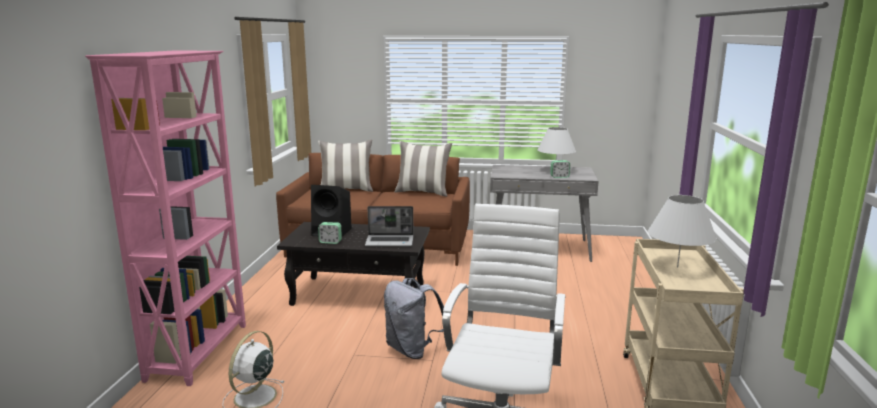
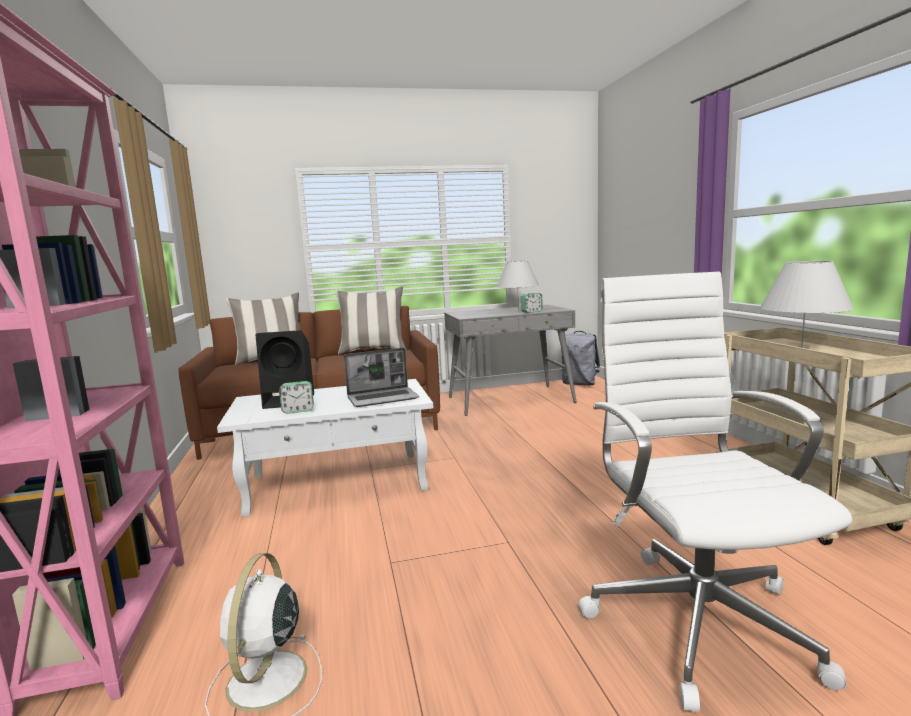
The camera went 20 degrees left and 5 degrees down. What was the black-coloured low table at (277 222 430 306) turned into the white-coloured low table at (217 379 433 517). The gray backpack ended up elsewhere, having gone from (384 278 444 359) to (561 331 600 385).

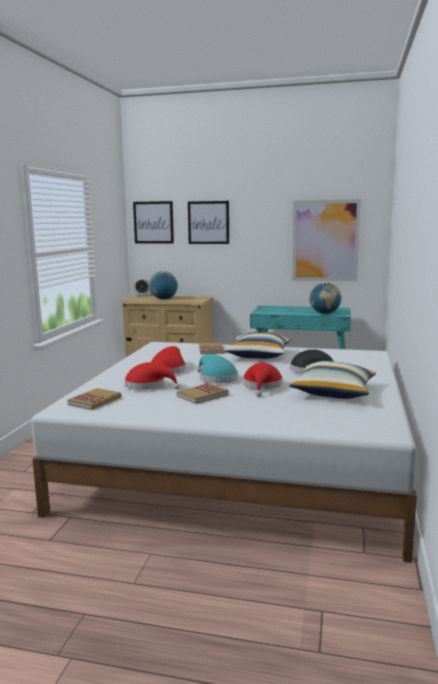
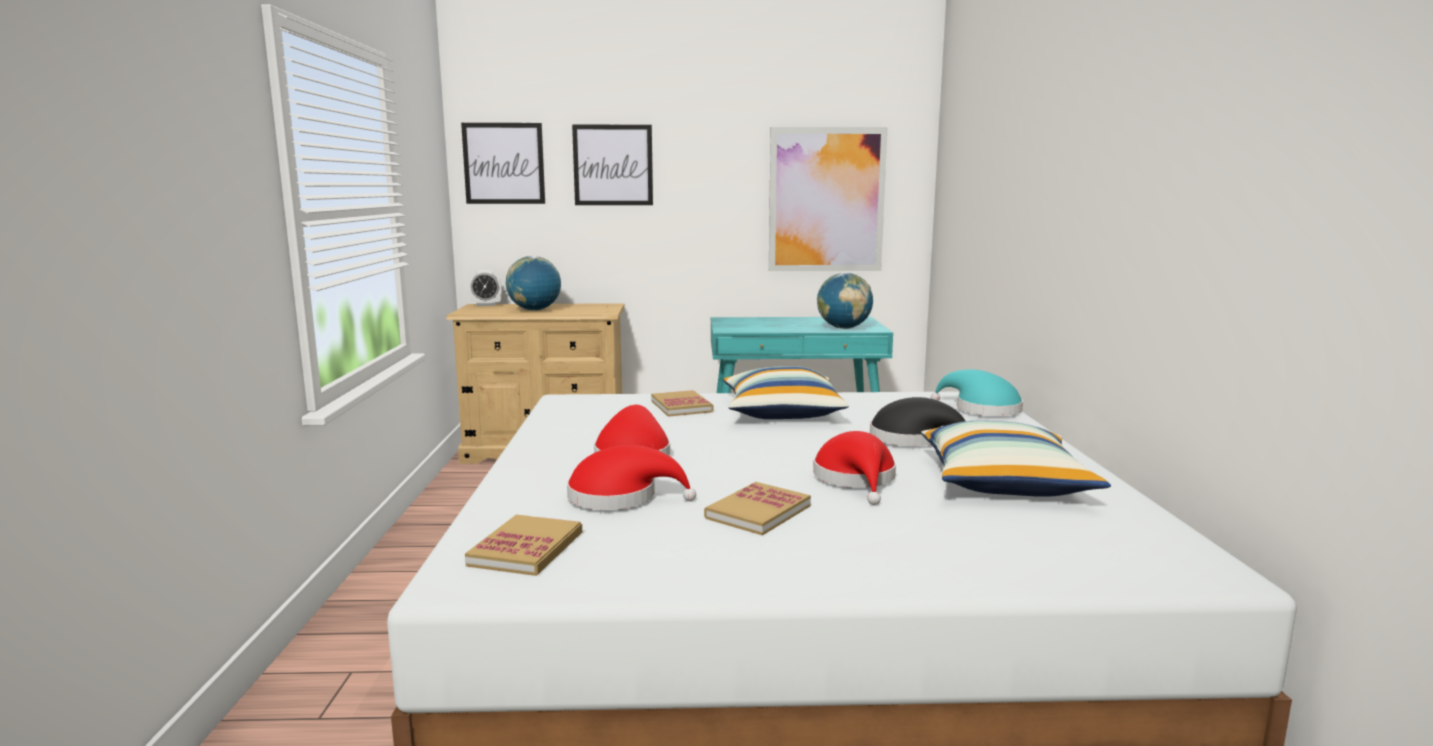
The camera went 15 degrees left and 0 degrees up. The turquoise hat ended up elsewhere, having gone from (197 354 238 384) to (931 369 1023 416).

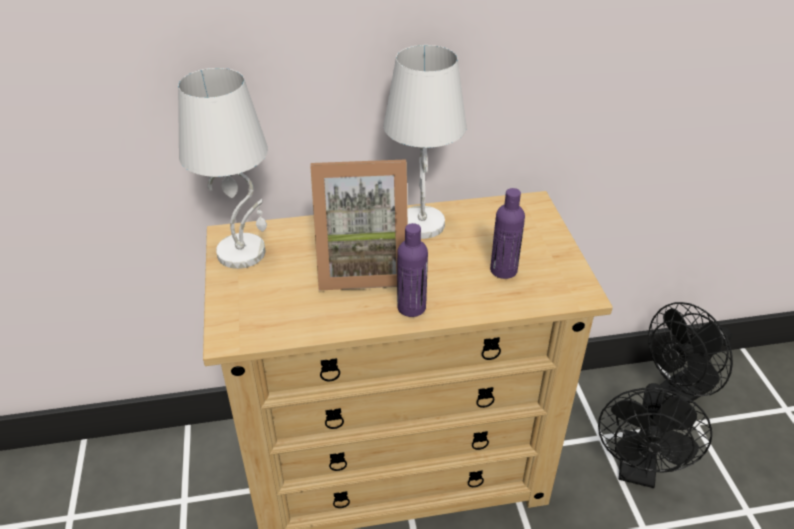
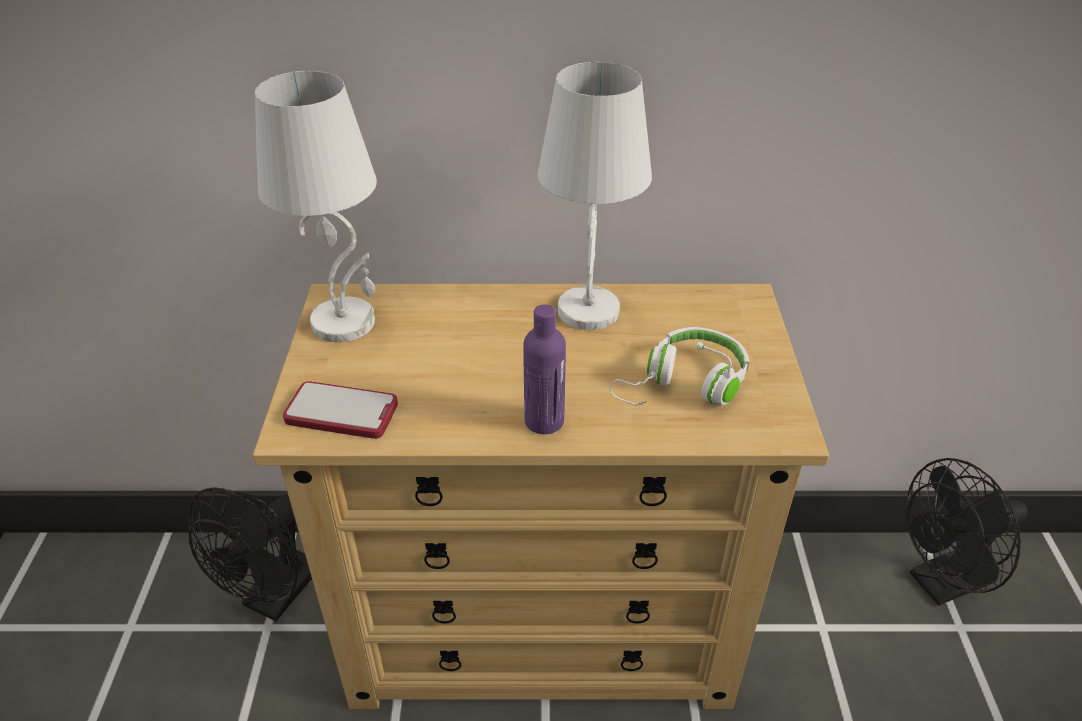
The camera went 10 degrees right and 0 degrees up. The second view lost the photo frame at (310 159 408 291). Where the purple bottle stood at (490 188 525 279), the white-coloured headphones came to stand at (610 327 749 406). The black-coloured fan ended up elsewhere, having gone from (598 383 712 488) to (189 487 312 621). The second view gained the phone at (283 381 398 439).

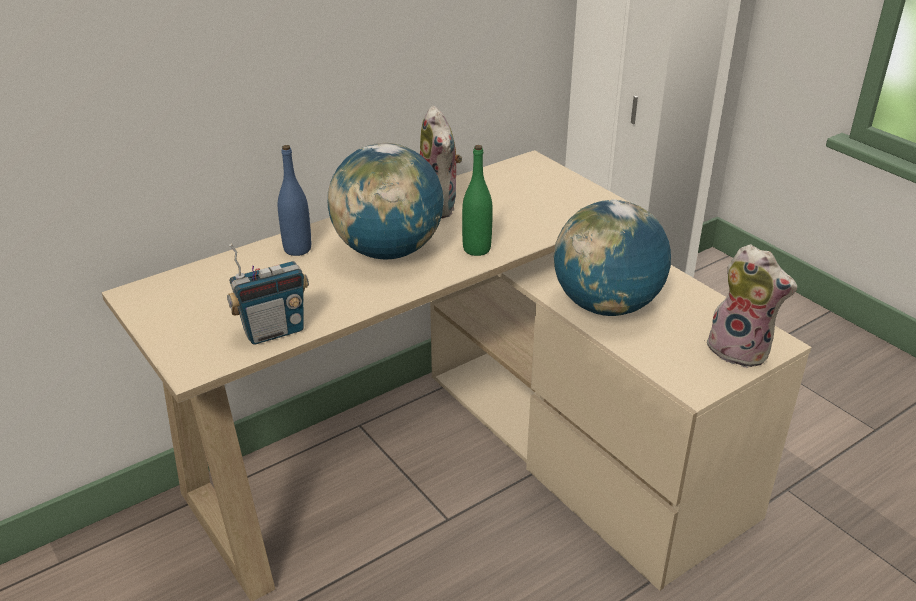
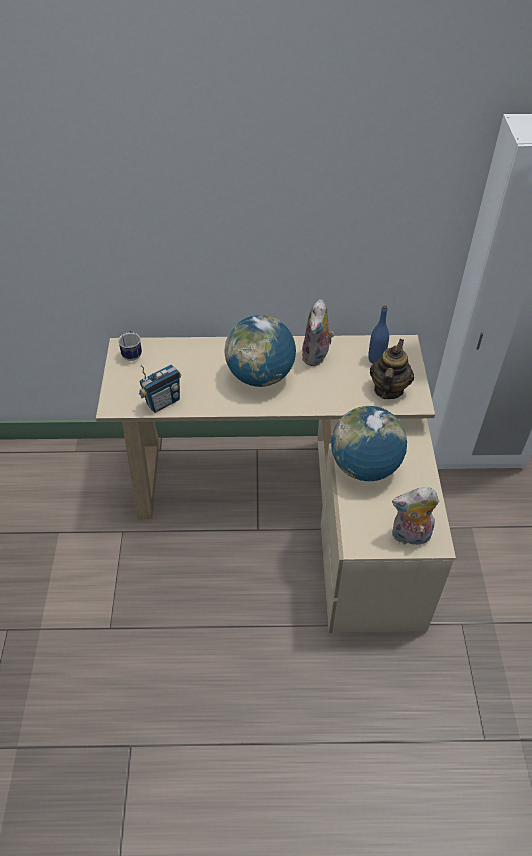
The camera went 35 degrees right and 15 degrees up. The radio receiver at (227 244 309 345) ended up facing another way, 45 degrees counterclockwise from before. The bluish bottle ended up elsewhere, having gone from (278 145 311 256) to (368 305 389 364). The second view lost the green-coloured bottle at (462 145 493 256). The soft toy at (702 244 797 368) ended up facing another way, 105 degrees clockwise from before. The second view gained the coffee mug at (118 331 142 361). The second view gained the teapot at (370 339 414 399).

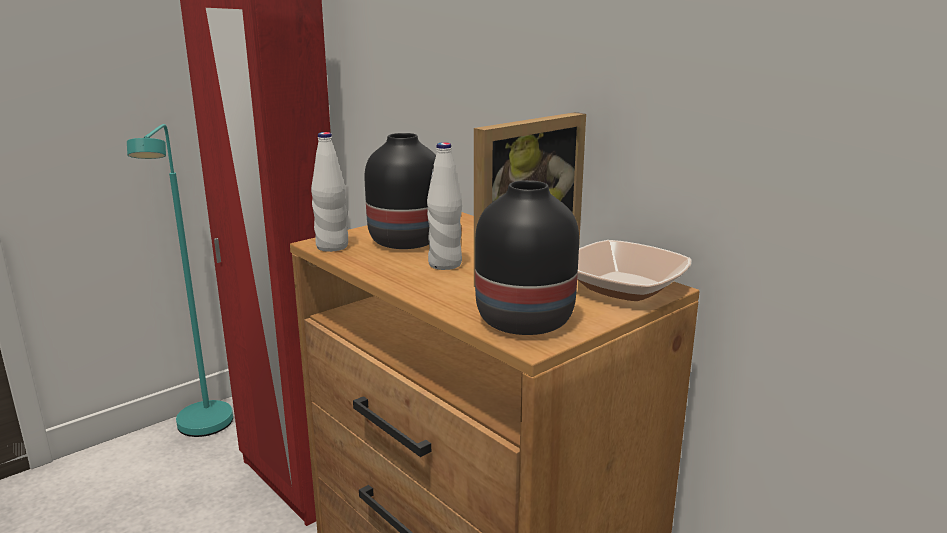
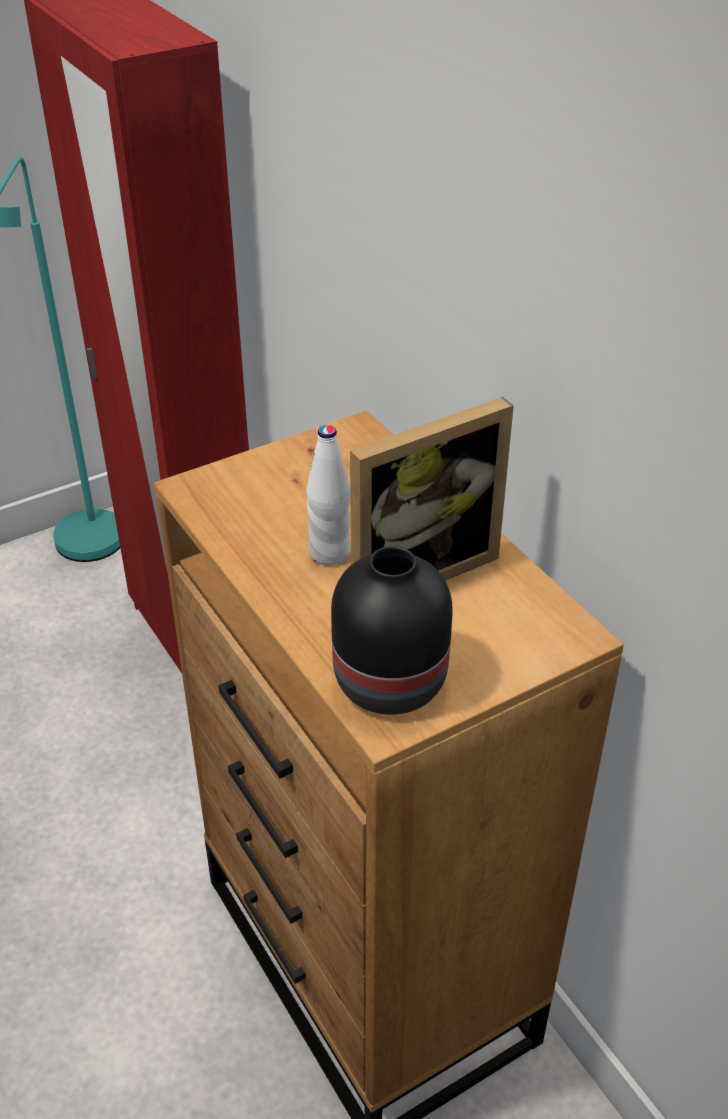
The camera went 10 degrees right and 20 degrees up. The second view lost the white-coloured bottle at (311 132 348 252). The second view lost the black-coloured vase at (365 133 436 249). The second view lost the deep dish at (577 240 691 301).

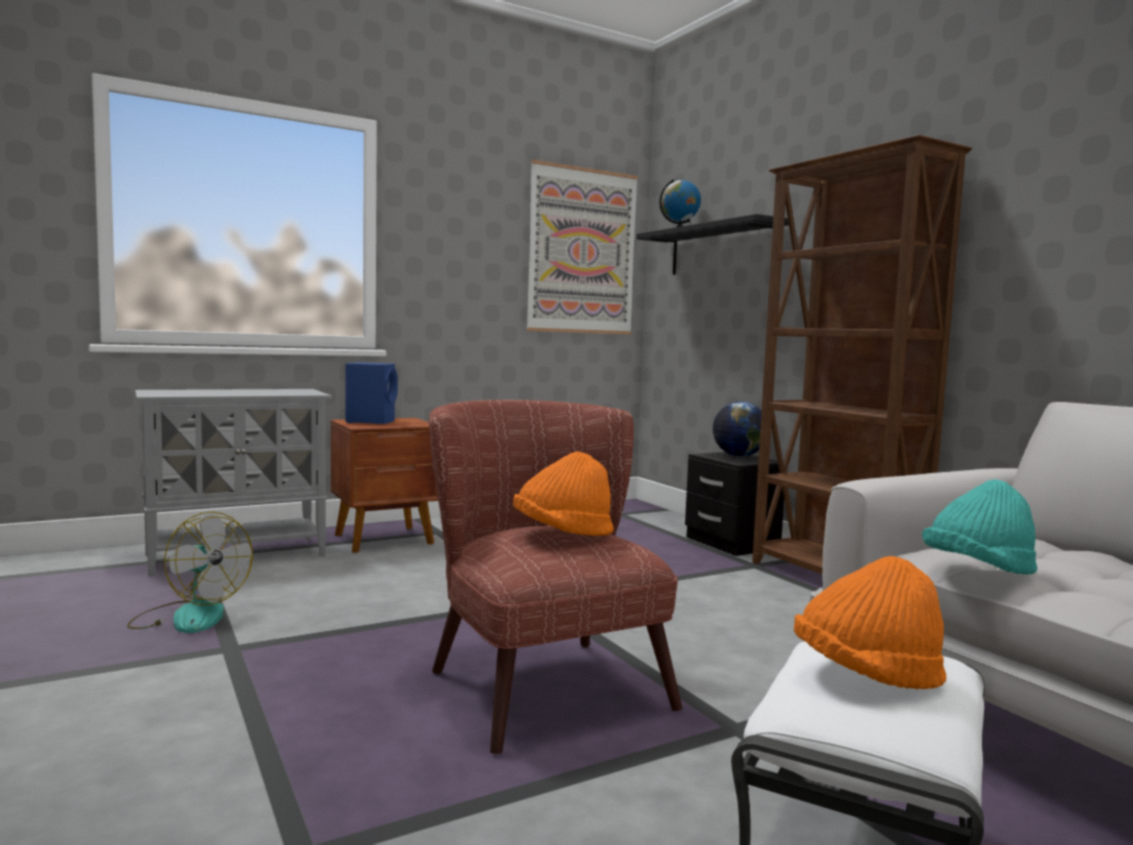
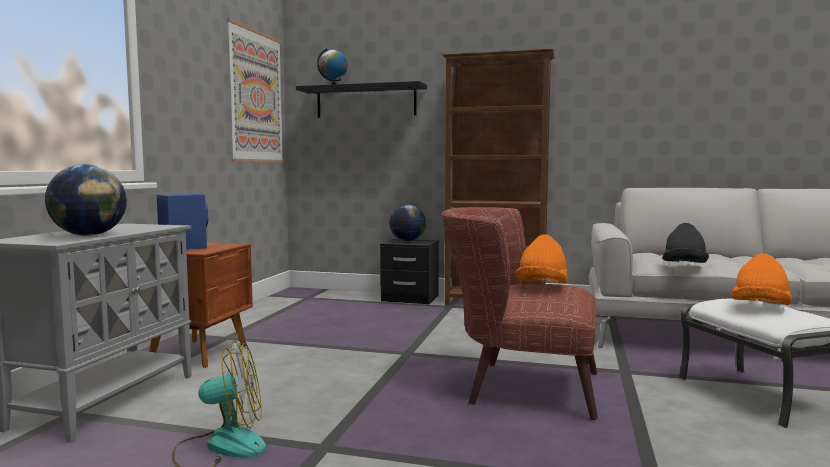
The camera went 45 degrees left and 0 degrees up. What was the turquoise hat at (922 479 1037 575) turned into the black-coloured hat at (662 223 709 263). The second view gained the desk globe at (45 164 127 236).

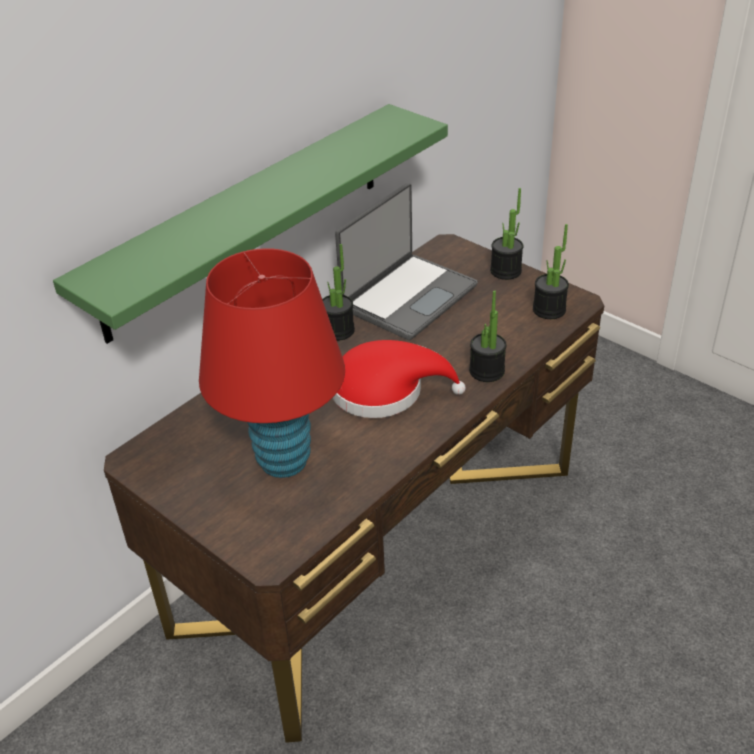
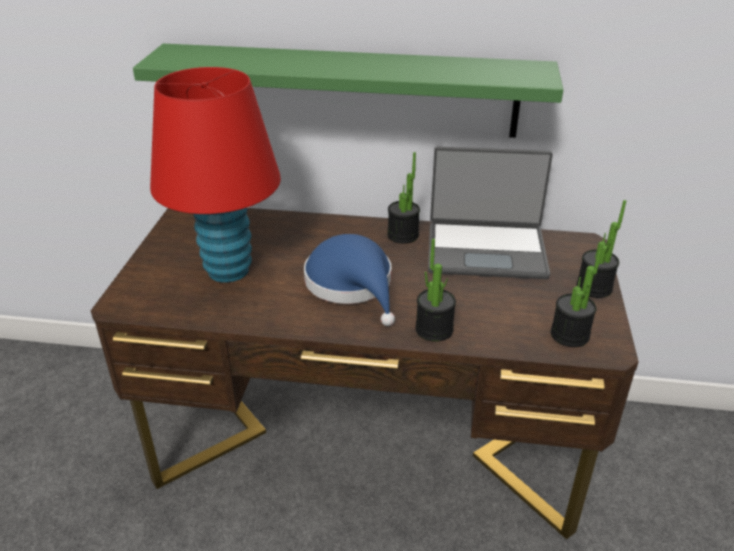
The camera went 55 degrees right and 5 degrees down. What was the reddish hat at (333 340 466 418) turned into the bluish hat at (304 234 395 326).

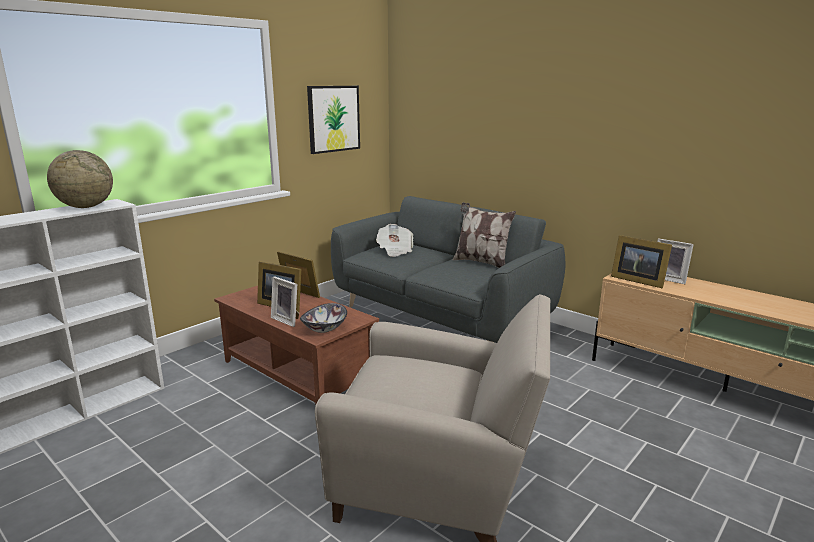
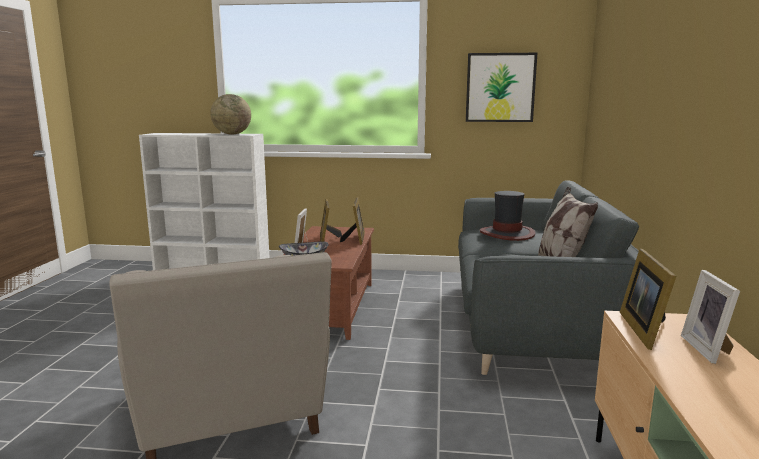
The camera went 55 degrees right and 5 degrees down. Where the daily paper stood at (376 224 413 257), the hat came to stand at (480 191 535 241).

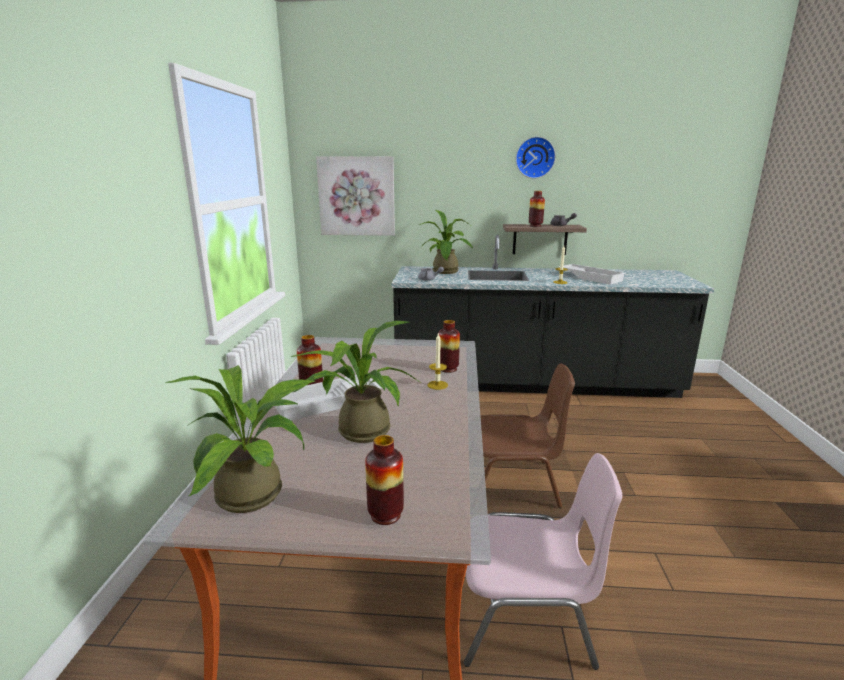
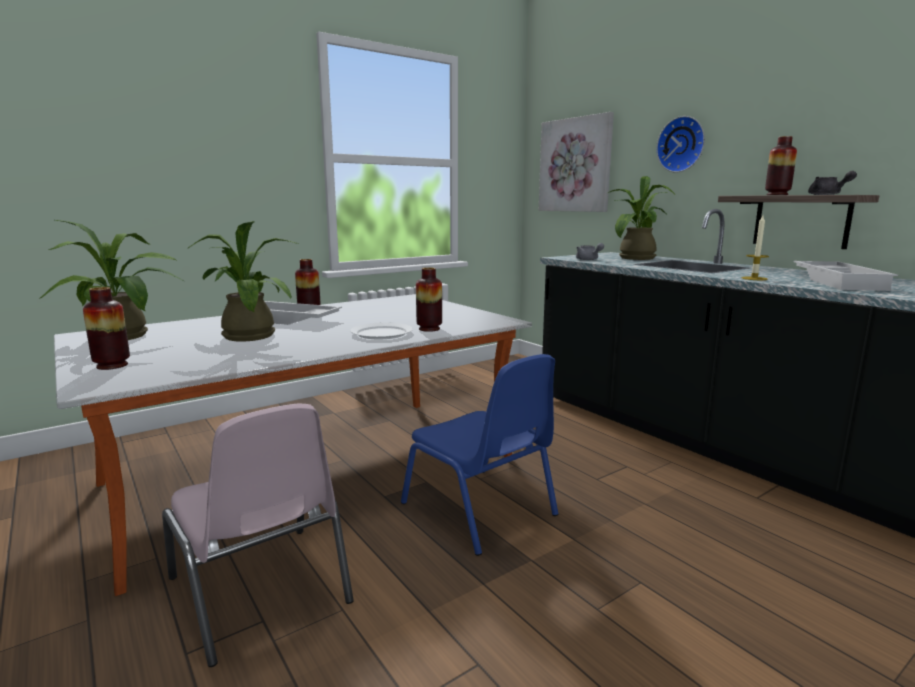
The camera went 50 degrees right and 5 degrees down. Where the candle stood at (428 334 448 390), the white-coloured dinner plate came to stand at (350 323 413 339). What was the brown-coloured plain chair at (481 363 575 508) turned into the bluish plain chair at (401 354 558 556). The clock on the wall ended up elsewhere, having gone from (516 137 556 179) to (656 116 705 173).

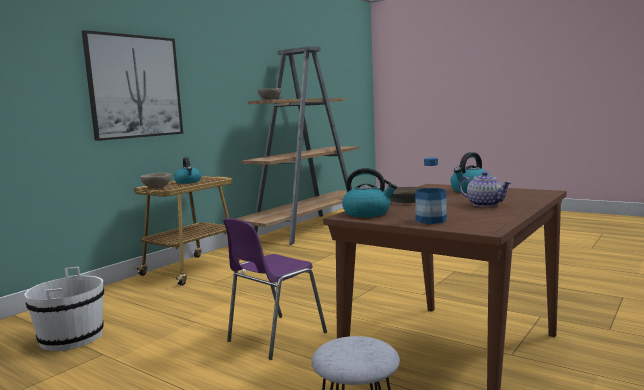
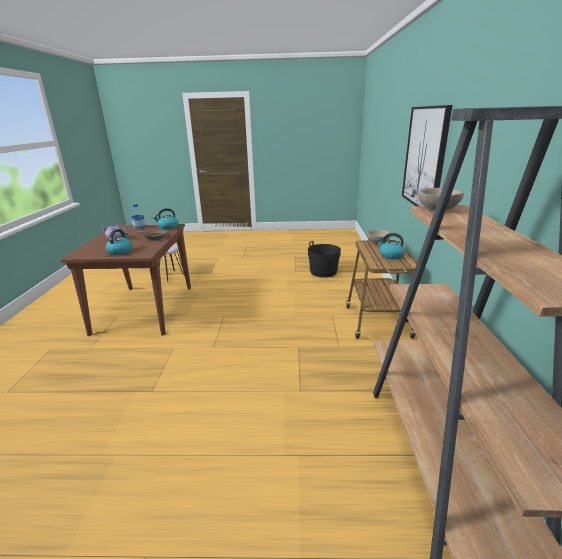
The camera went 145 degrees right and 15 degrees up. What was the white-coloured bucket at (24 267 104 351) turned into the black-coloured bucket at (308 241 341 277). The second view lost the purple plain chair at (223 218 327 360).

